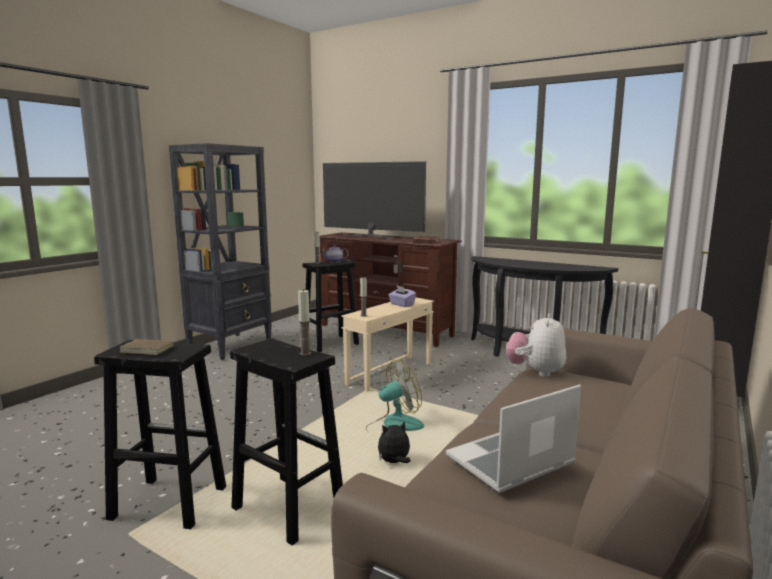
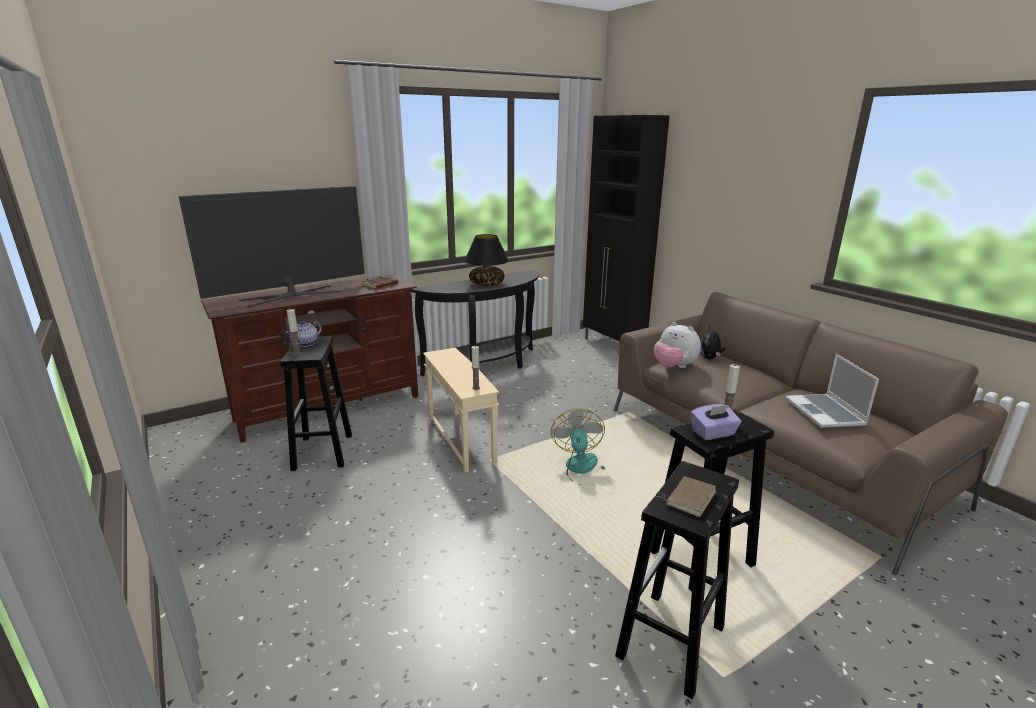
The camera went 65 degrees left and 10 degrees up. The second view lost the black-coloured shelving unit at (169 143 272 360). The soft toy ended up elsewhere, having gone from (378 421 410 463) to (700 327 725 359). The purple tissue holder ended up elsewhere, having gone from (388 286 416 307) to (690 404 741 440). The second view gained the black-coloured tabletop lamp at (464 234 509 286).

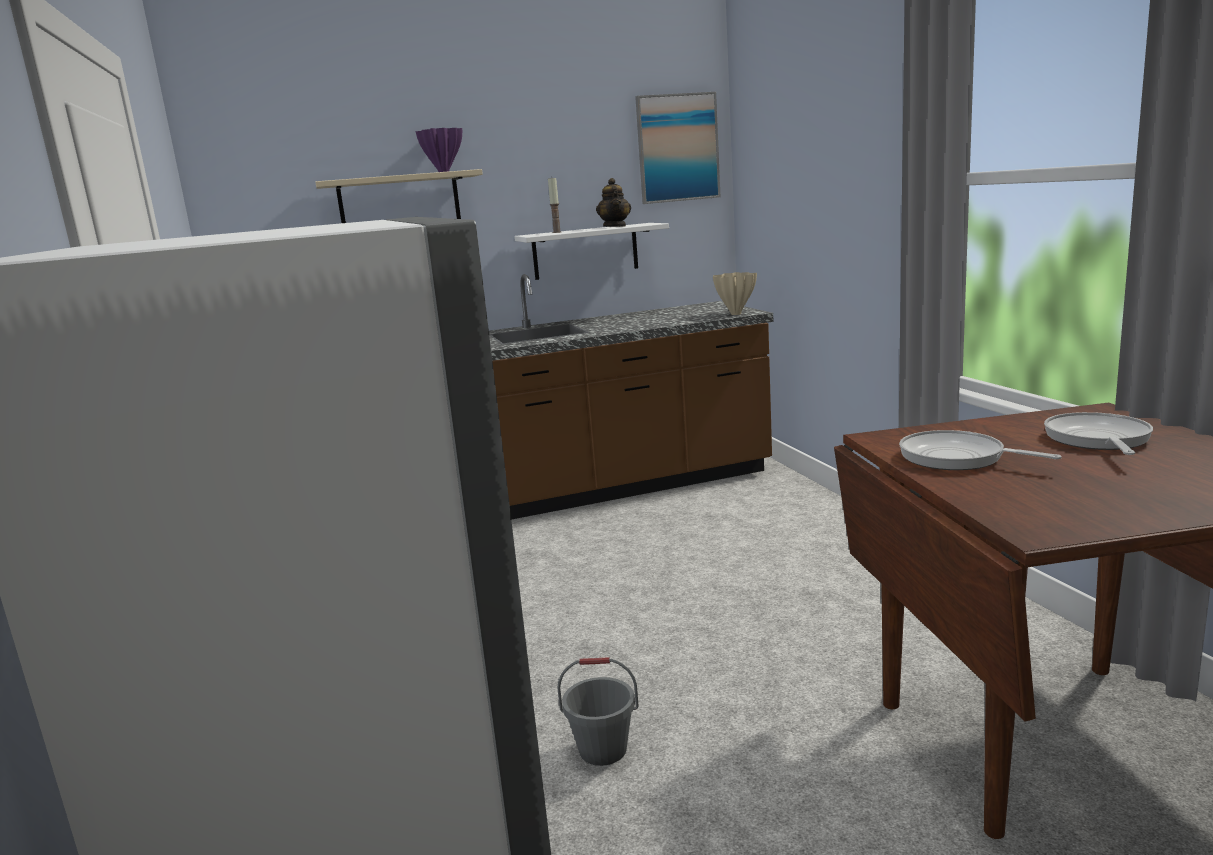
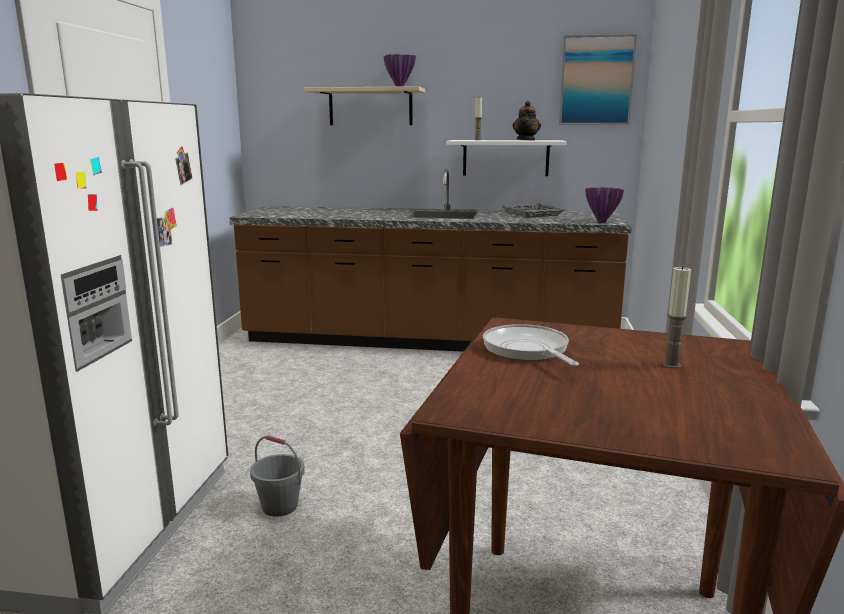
The camera went 25 degrees right and 0 degrees up. What was the beige vase at (713 272 757 315) turned into the purple vase at (585 187 624 223). Where the skillet stood at (1044 412 1153 455), the candle came to stand at (663 266 691 368). The second view gained the gray tray at (502 203 565 217).

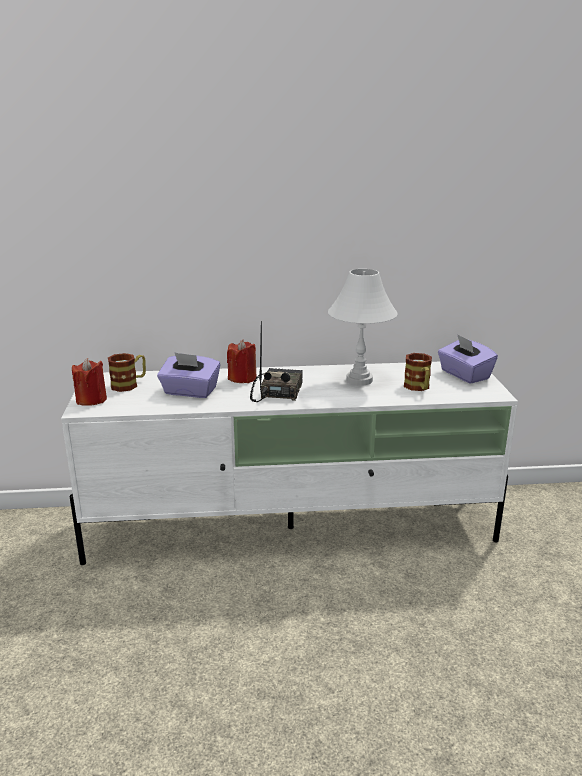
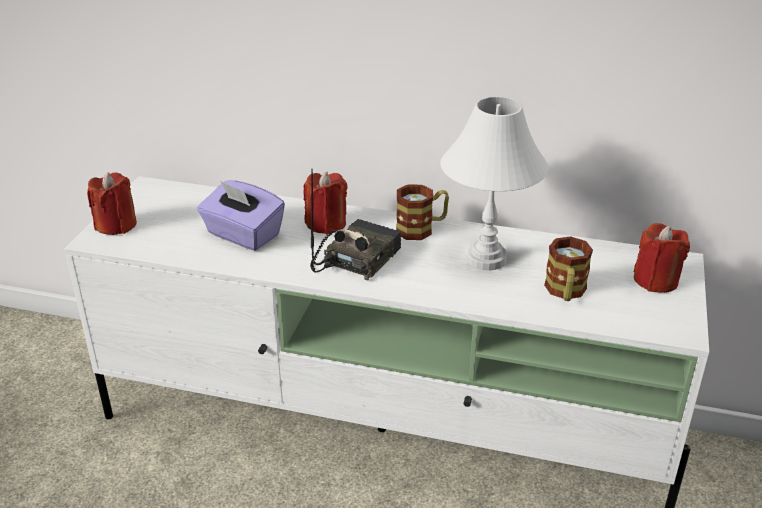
The camera went 20 degrees right and 10 degrees up. The coffee mug ended up elsewhere, having gone from (108 353 146 392) to (396 185 449 240). Where the purple tissue holder stood at (438 334 498 384), the reddish candle came to stand at (634 223 690 293).

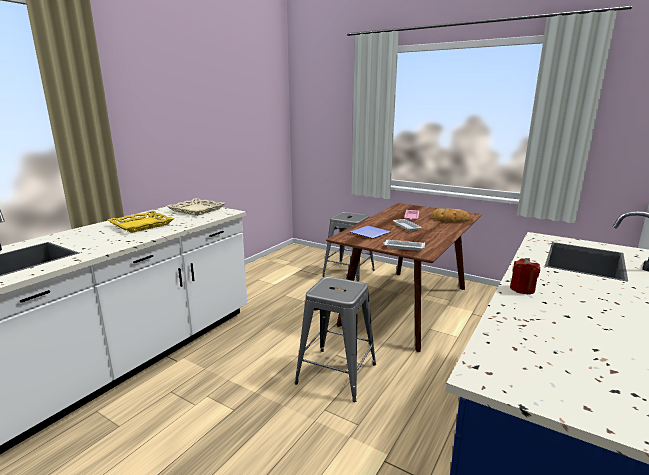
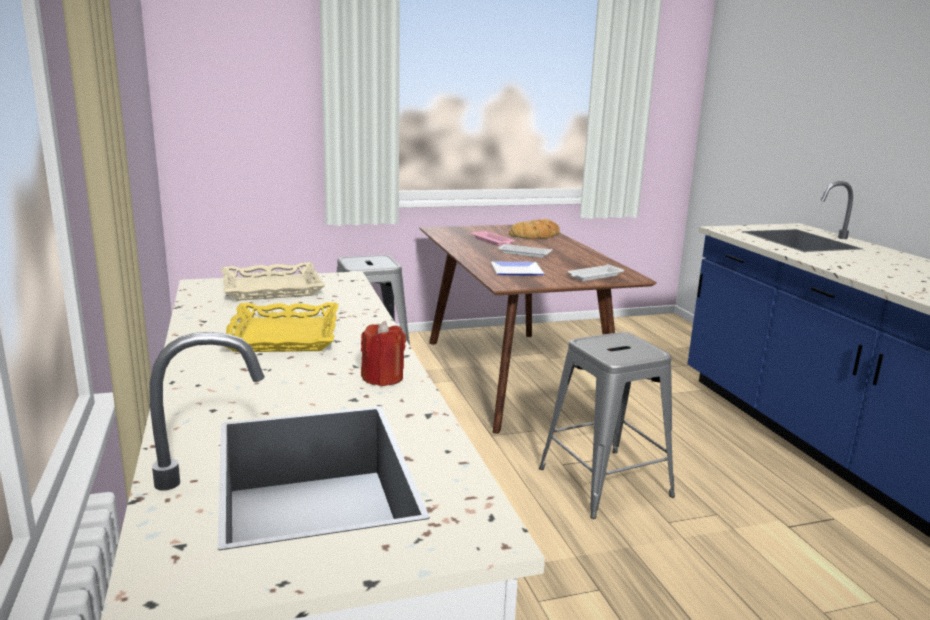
The camera went 50 degrees left and 0 degrees up. The reddish candle ended up elsewhere, having gone from (510 258 540 294) to (361 321 406 386).

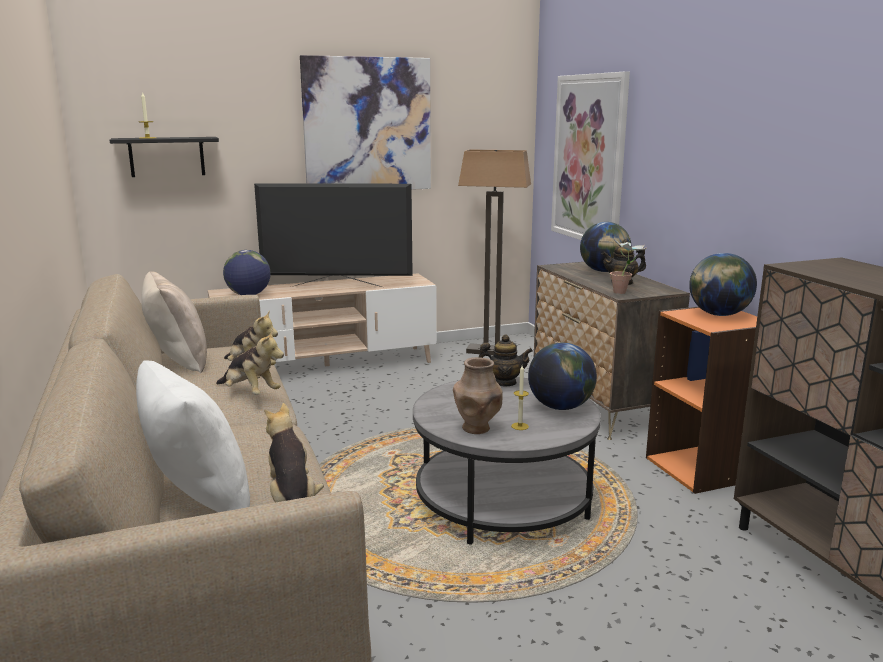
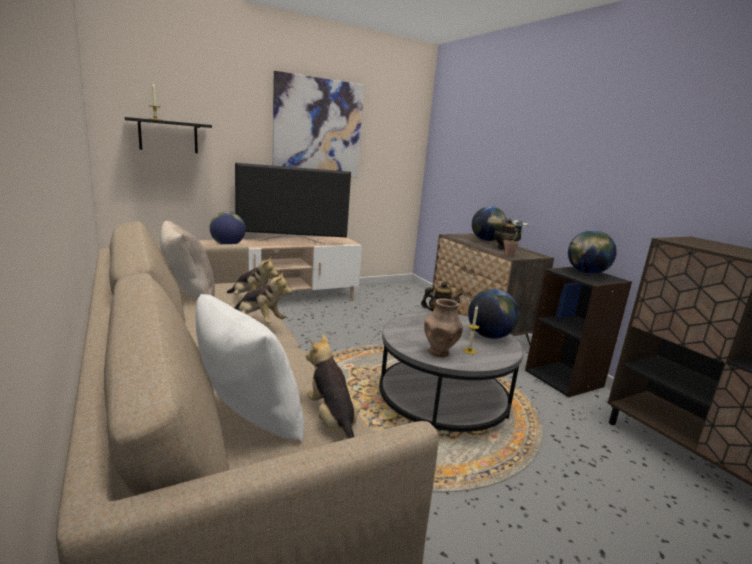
The camera went 10 degrees left and 0 degrees up. The second view lost the standard lamp at (458 149 531 355). The second view lost the wall art at (551 71 630 240). What was the orange-coloured shelving unit at (646 307 757 494) turned into the black-coloured shelving unit at (525 267 632 397).

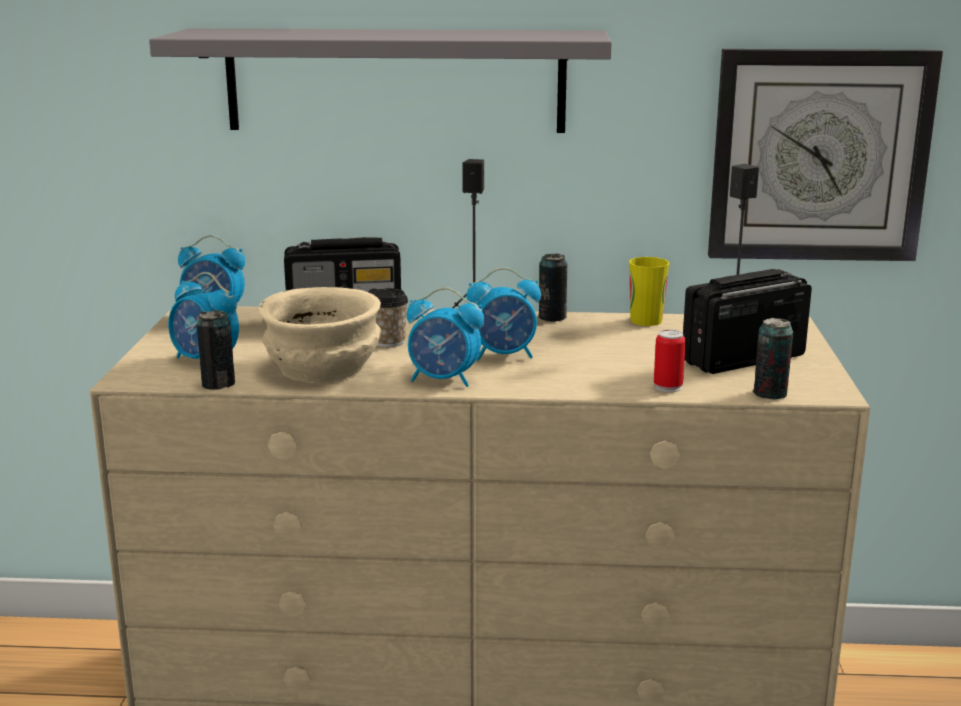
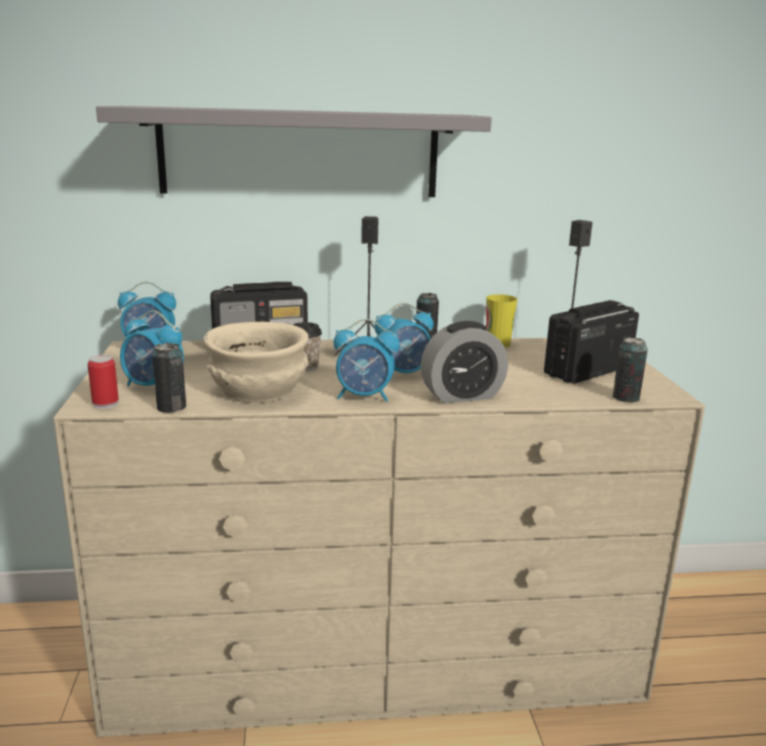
The camera went 10 degrees left and 0 degrees up. The metal can ended up elsewhere, having gone from (654 329 686 392) to (88 355 119 409). The second view lost the clock on the wall at (708 49 943 261). The second view gained the bedside clock at (421 321 508 404).

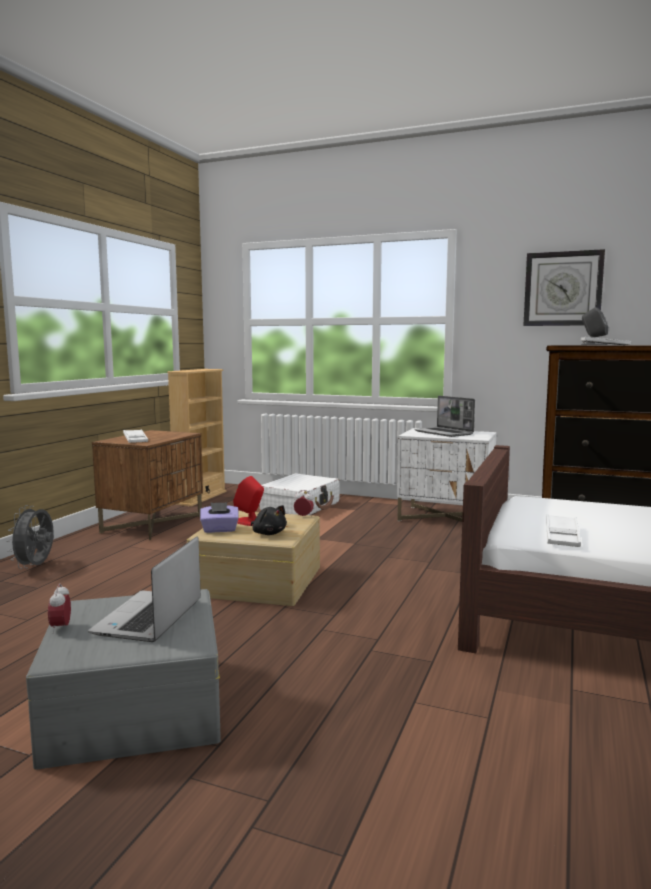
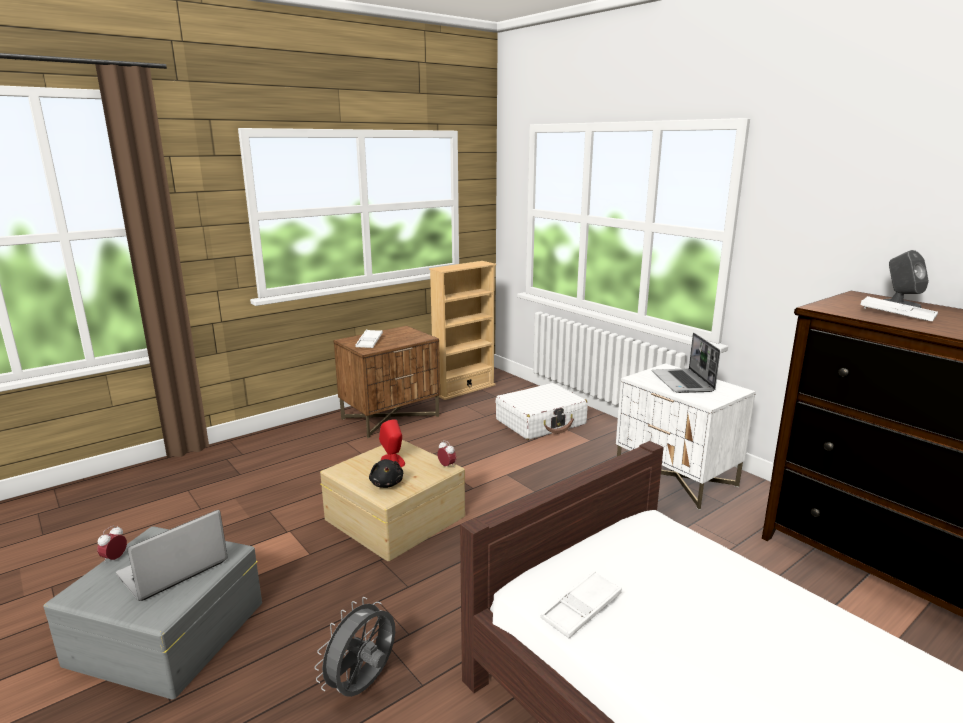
The camera went 30 degrees right and 10 degrees up. The gray fan ended up elsewhere, having gone from (7 505 54 569) to (315 597 395 697). The second view lost the purple tissue holder at (200 502 239 533). The second view lost the clock on the wall at (523 249 605 326).

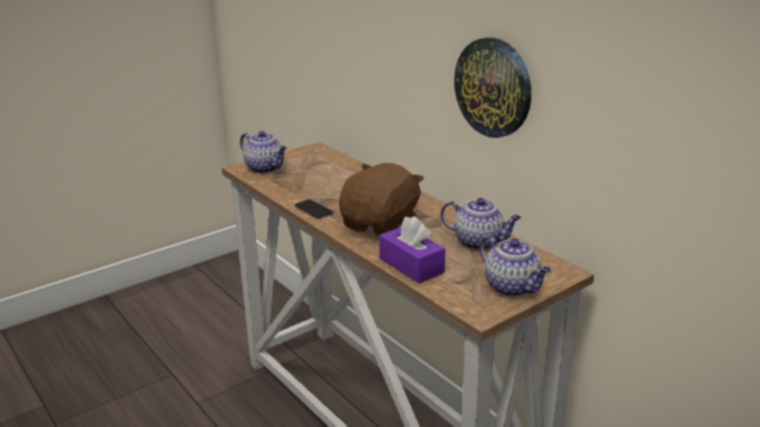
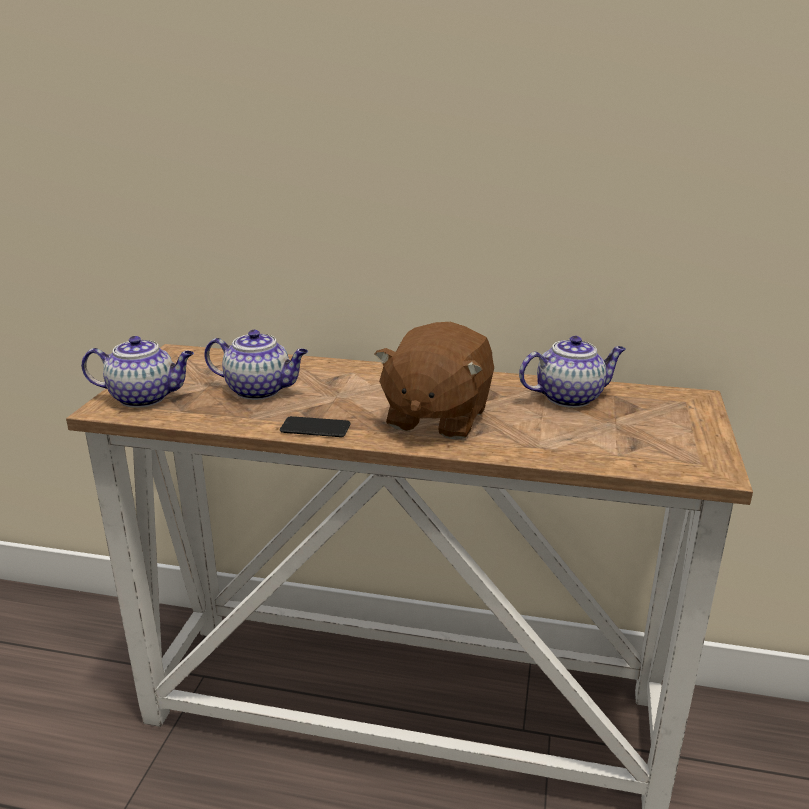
The camera went 40 degrees left and 0 degrees up. The brown-coloured soft toy at (339 163 424 236) ended up facing another way, 150 degrees counterclockwise from before. The second view lost the purple tissue holder at (379 216 445 283). The second view lost the clock on the wall at (454 37 531 138). The teapot ended up elsewhere, having gone from (479 235 551 296) to (204 330 308 400).

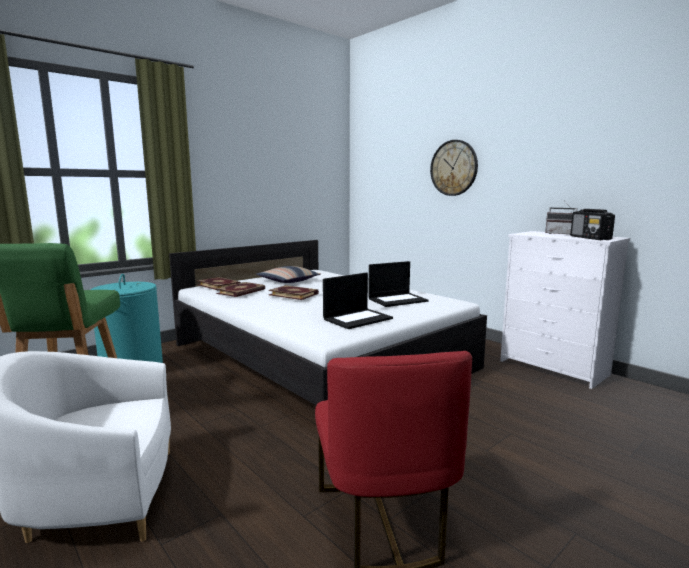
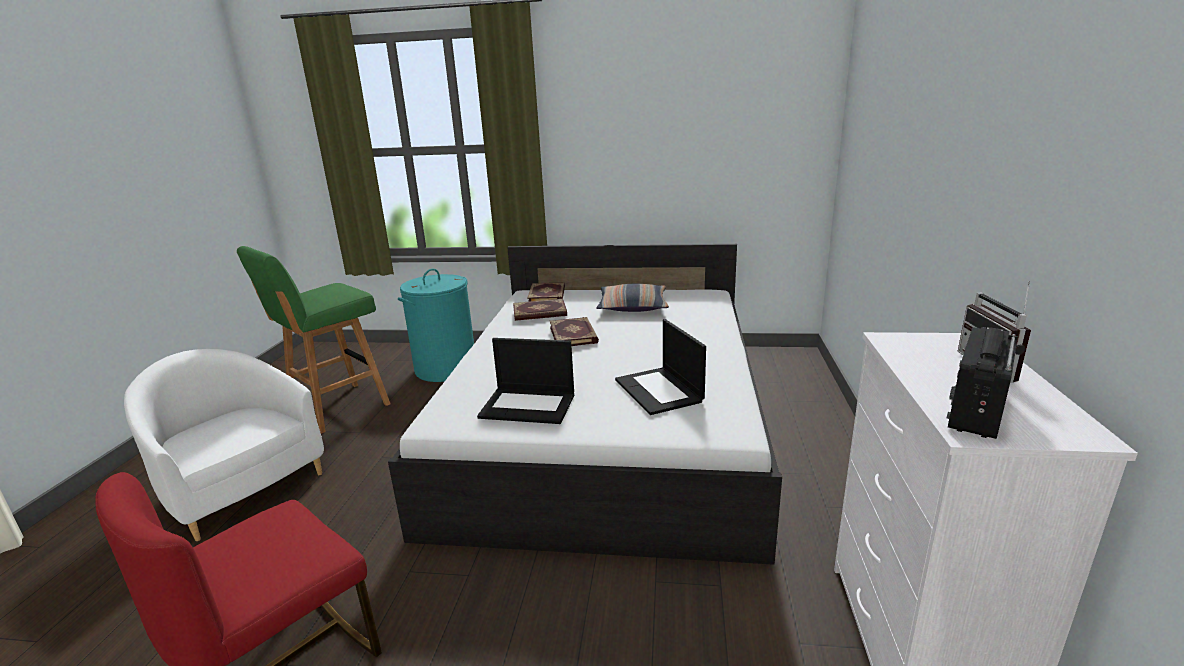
The camera went 50 degrees right and 10 degrees up. The portable computer at (368 261 429 307) ended up facing another way, 45 degrees clockwise from before. The second view lost the clock on the wall at (430 140 478 196).

